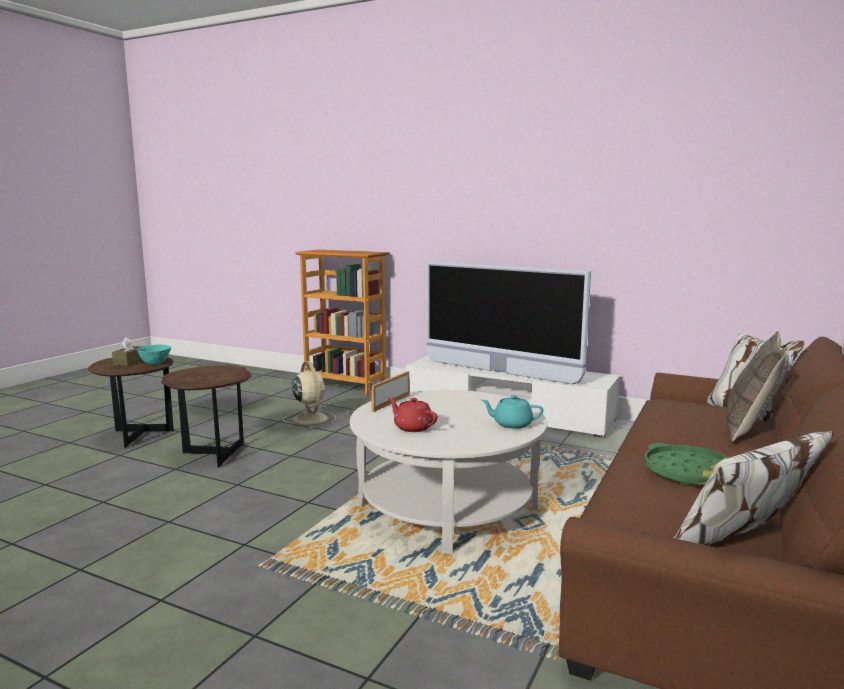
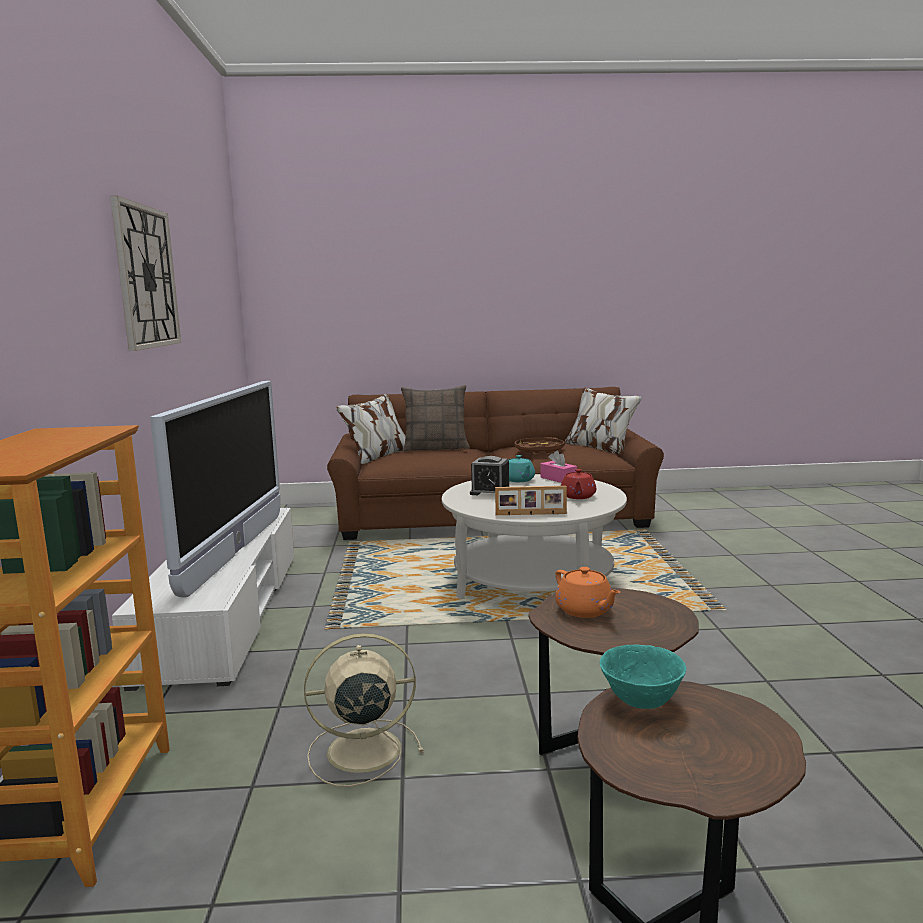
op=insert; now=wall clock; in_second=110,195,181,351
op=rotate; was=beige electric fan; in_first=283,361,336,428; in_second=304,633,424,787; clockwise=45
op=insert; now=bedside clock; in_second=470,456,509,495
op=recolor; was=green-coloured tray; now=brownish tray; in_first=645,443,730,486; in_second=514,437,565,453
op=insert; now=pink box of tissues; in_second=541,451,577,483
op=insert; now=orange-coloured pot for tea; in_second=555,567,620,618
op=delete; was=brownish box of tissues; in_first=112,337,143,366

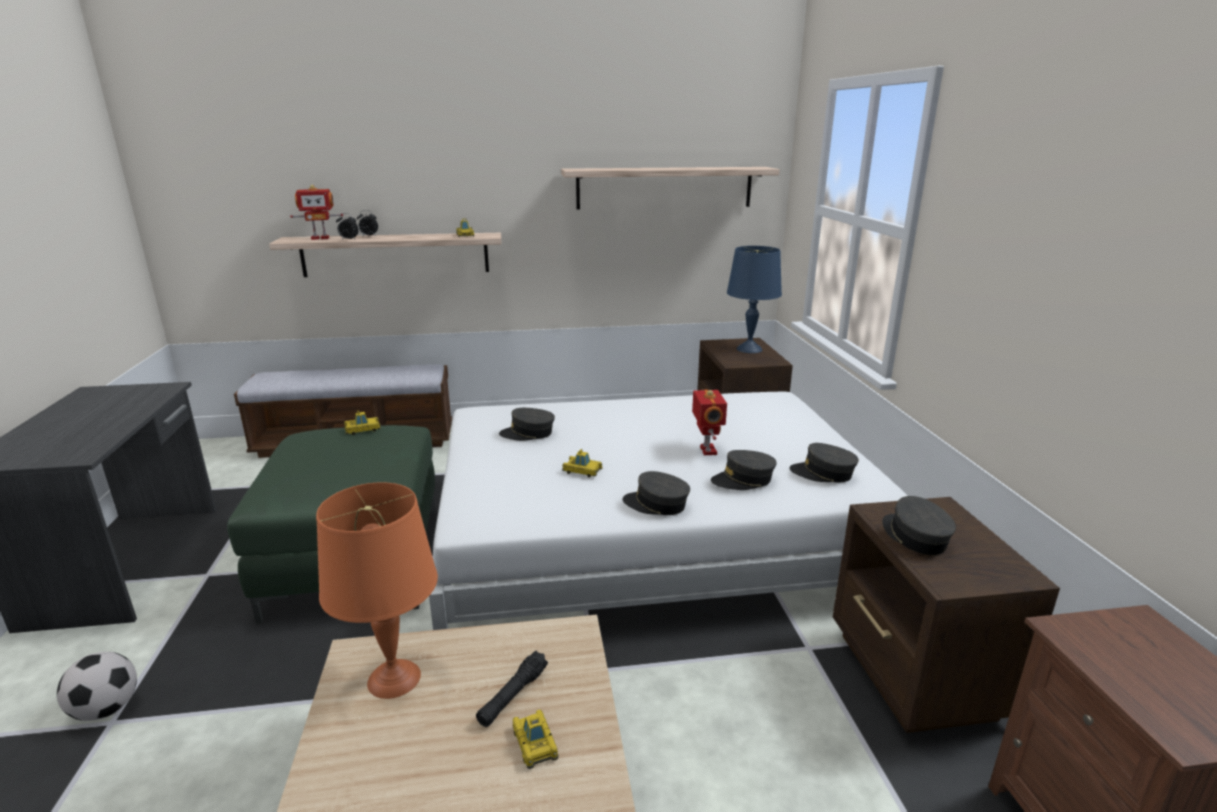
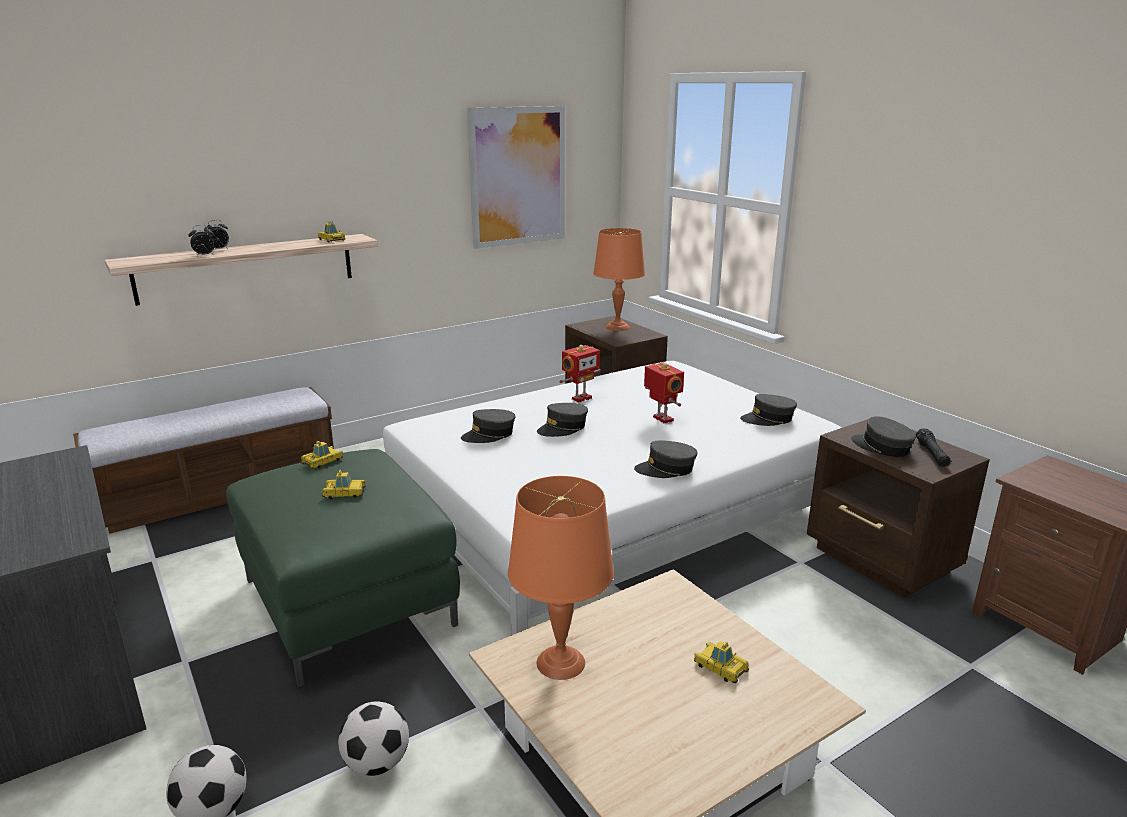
op=move; was=miniature car; in_first=562,449,603,478; in_second=322,470,366,499
op=insert; now=ball for football; in_second=338,701,409,776
op=replace; was=shelf; now=wall picture; in_first=561,167,780,210; in_second=467,106,565,249
op=move; was=greyish peaked cap; in_first=711,450,777,490; in_second=537,403,588,437
op=move; was=toy robot; in_first=290,185,343,240; in_second=559,345,601,402
op=recolor; was=bluish lamp for a table; now=orange-coloured lamp for a table; in_first=727,246,782,353; in_second=593,228,645,331
op=move; was=black flashlight; in_first=476,651,548,727; in_second=916,428,951,467

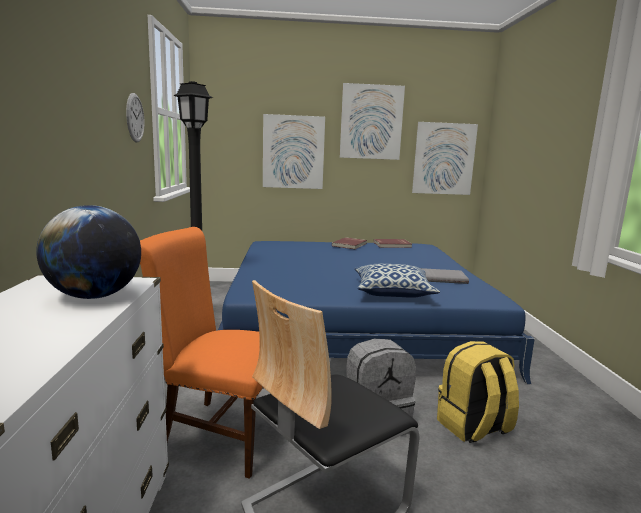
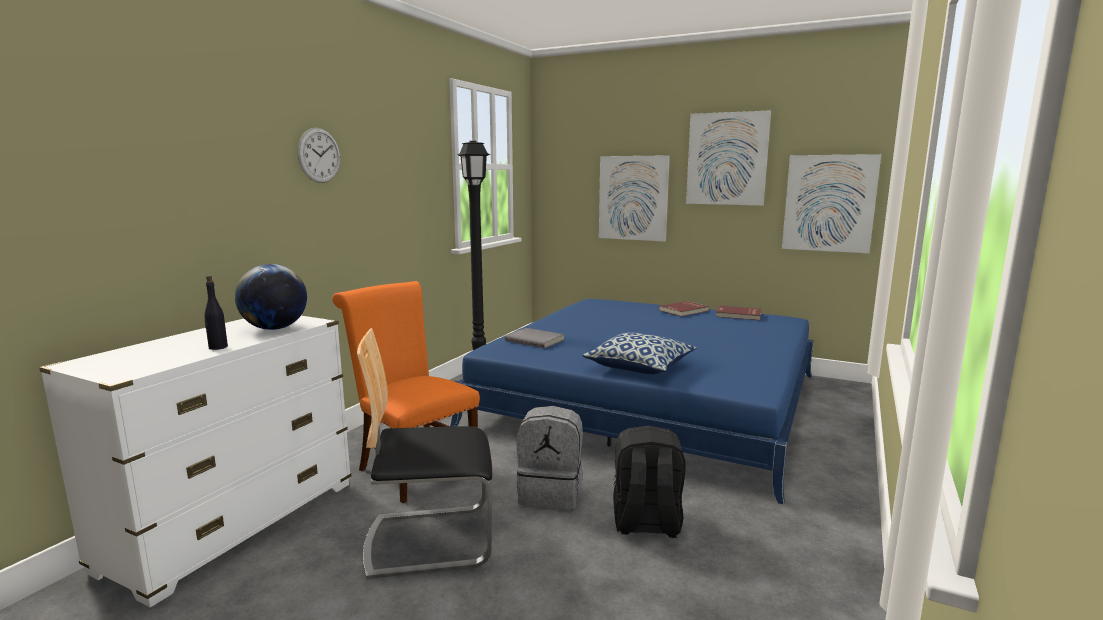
op=insert; now=black beverage bottle; in_second=204,276,228,350
op=move; was=wall clock; in_first=126,93,144,143; in_second=298,128,340,183
op=move; was=greyish book; in_first=420,268,469,284; in_second=505,328,565,348
op=recolor; was=yellowish knapsack; now=black knapsack; in_first=437,341,519,443; in_second=613,426,685,538

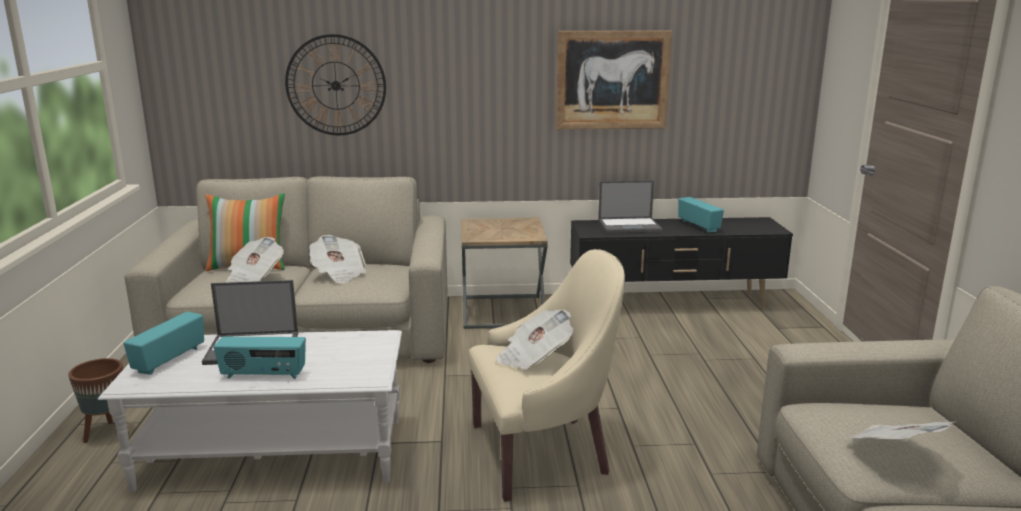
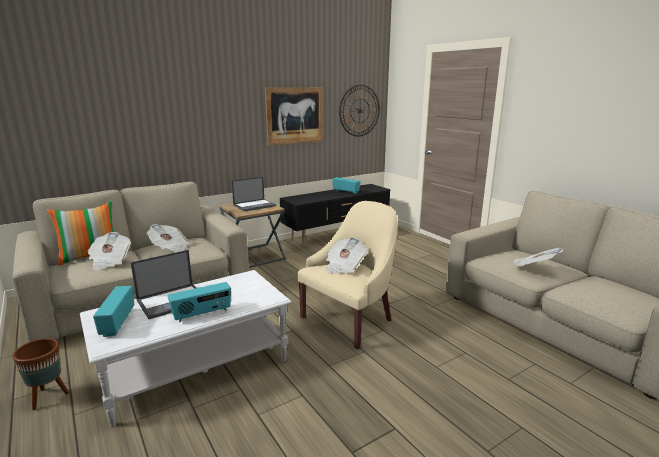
op=move; was=notebook computer; in_first=598,180,663,233; in_second=231,177,276,212
op=move; was=wall clock; in_first=285,34,386,135; in_second=339,85,380,137

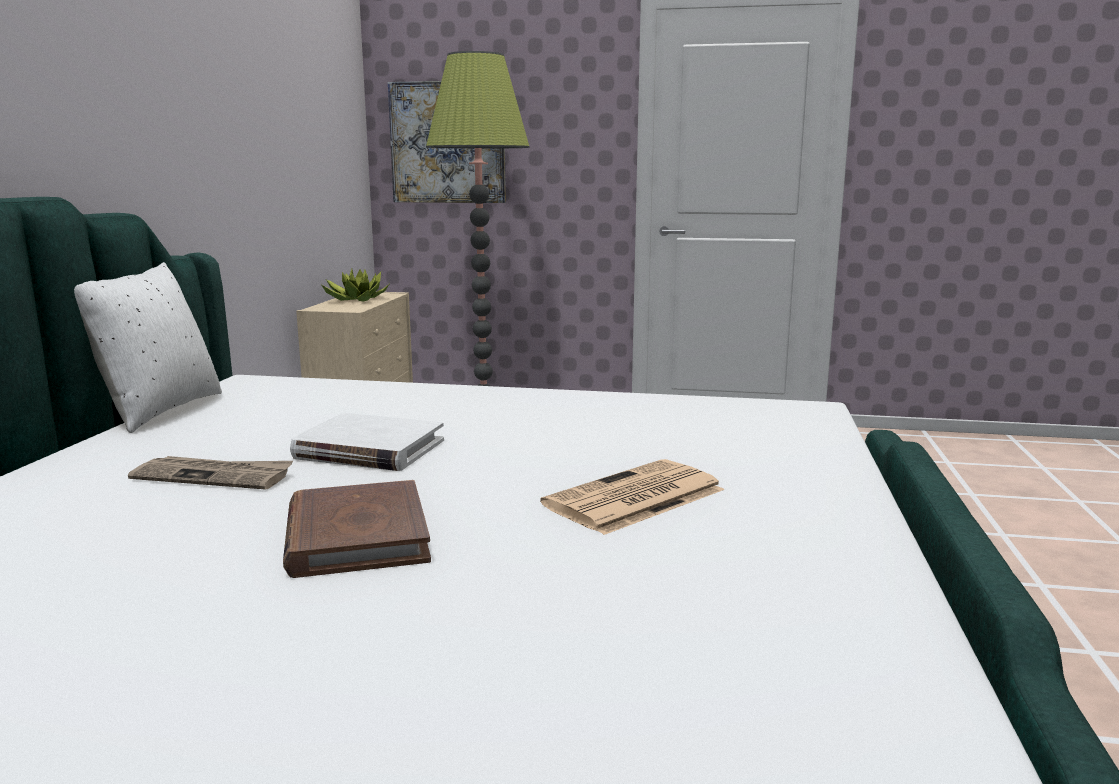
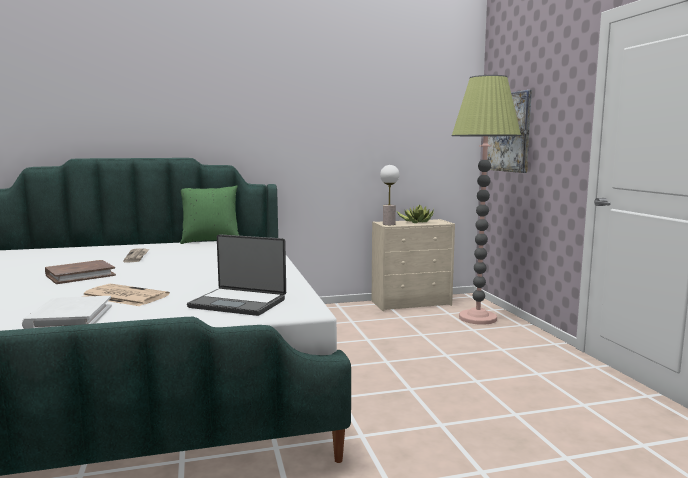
op=move; was=white-coloured book; in_first=290,413,444,471; in_second=22,296,112,329
op=recolor; was=white-coloured throw pillow; now=green-coloured throw pillow; in_first=74,262,222,433; in_second=180,185,239,244
op=insert; now=notebook computer; in_second=187,234,286,316
op=insert; now=lamp for a table; in_second=380,165,399,225

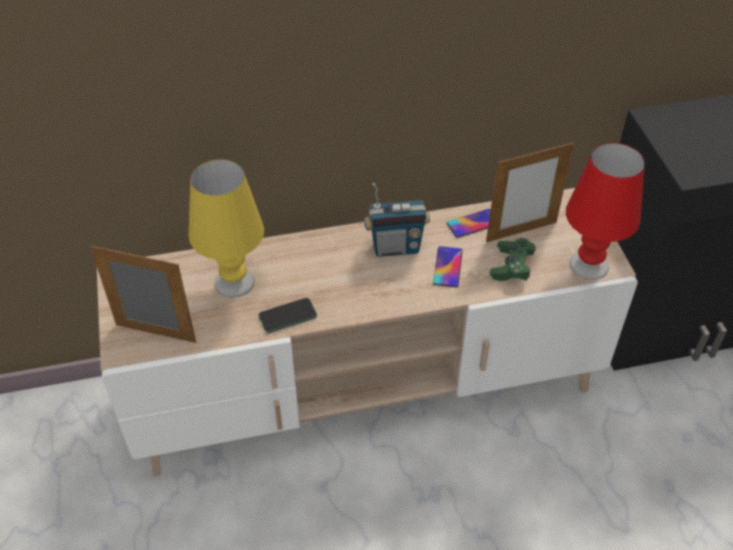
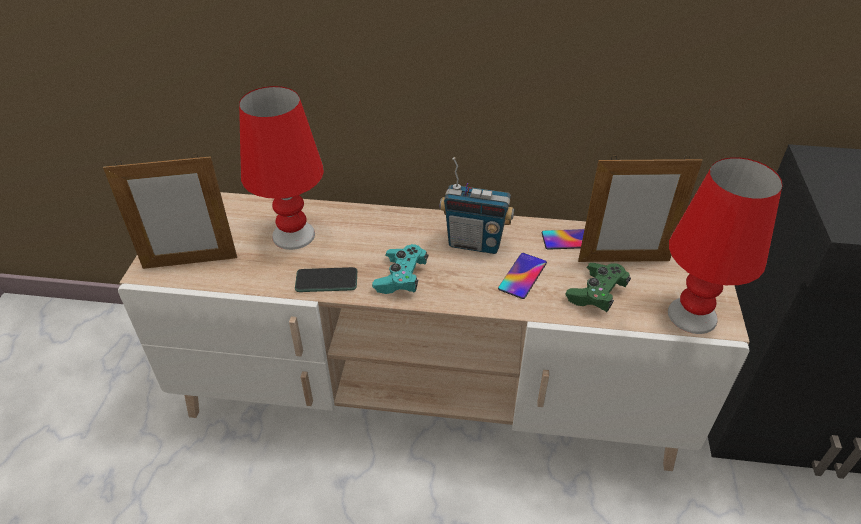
op=rotate; was=photo frame; in_first=90,246,196,343; in_second=103,154,237,269; clockwise=135
op=recolor; was=yellowish lamp for a table; now=reddish lamp for a table; in_first=189,159,264,298; in_second=239,86,324,250
op=insert; now=blue-green gamepad; in_second=372,244,429,294

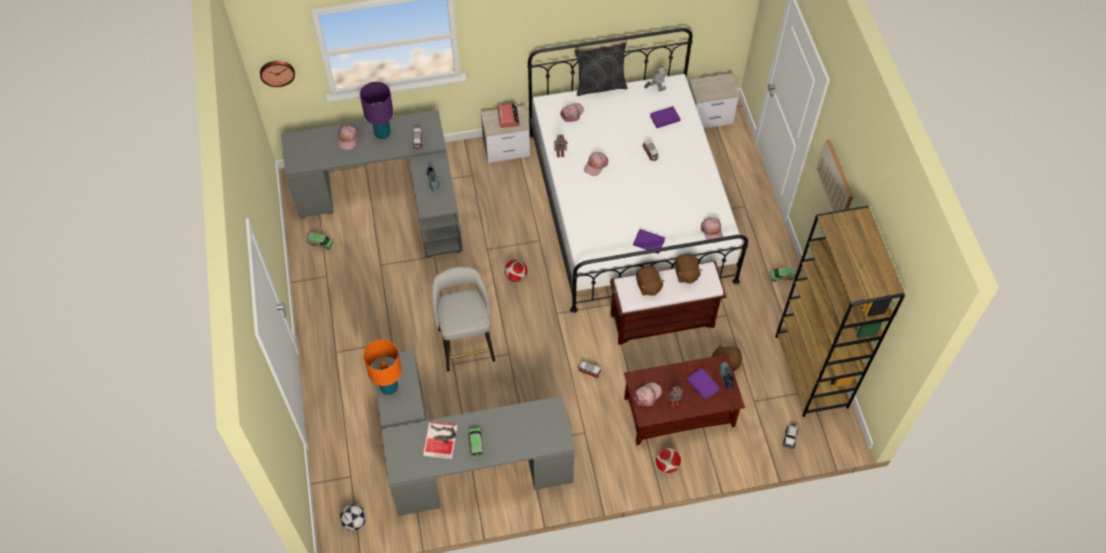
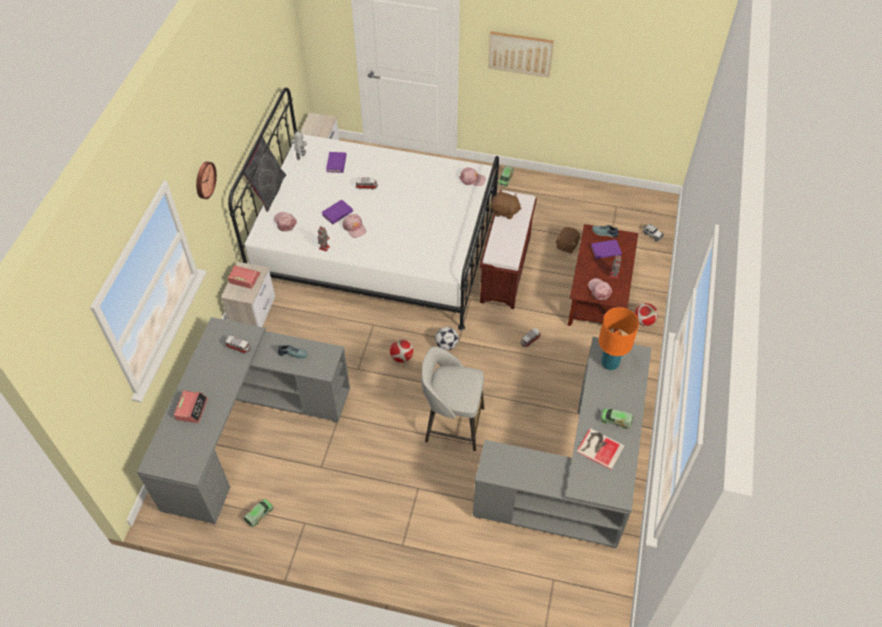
op=replace; was=pink peaked cap; now=bedside clock; in_first=338,126,358,150; in_second=174,391,208,423
op=move; was=wall clock; in_first=260,61,295,87; in_second=196,162,217,199
op=move; was=purple-coloured book; in_first=633,229,665,254; in_second=321,200,353,224
op=move; was=ball for football; in_first=340,504,366,531; in_second=435,327,459,350
op=move; was=orange-coloured lamp for a table; in_first=363,340,402,395; in_second=599,307,639,370
op=delete; was=purple-coloured lamp for a table; in_first=360,82,394,139
op=delete; was=brownish cuddly toy; in_first=636,266,665,296
op=delete; was=brownish shelving unit; in_first=775,206,905,417

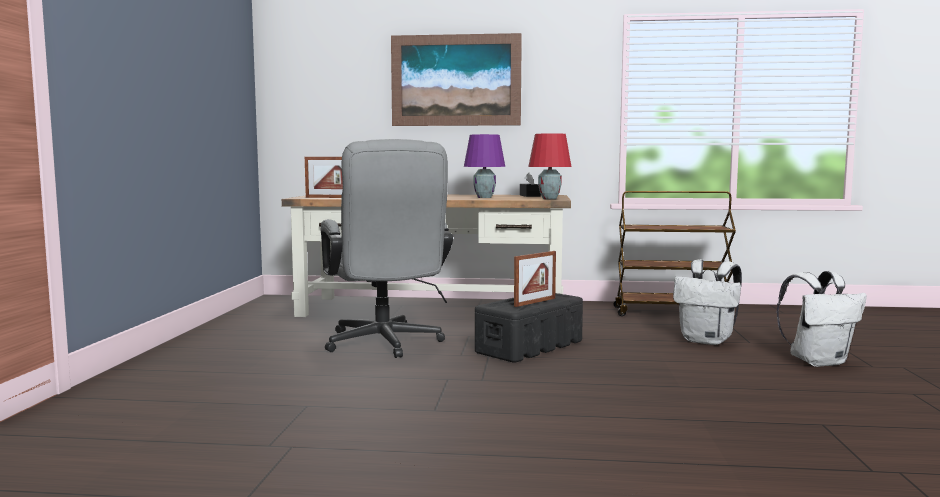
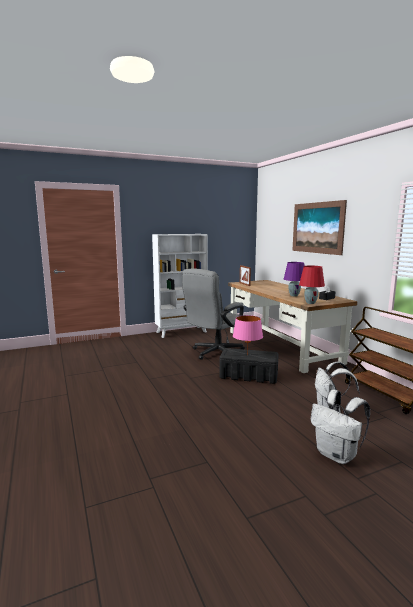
op=insert; now=white-coloured shelving unit; in_second=152,234,208,338
op=replace; was=photo frame; now=pink lamp for a table; in_first=514,251,556,307; in_second=233,315,263,355

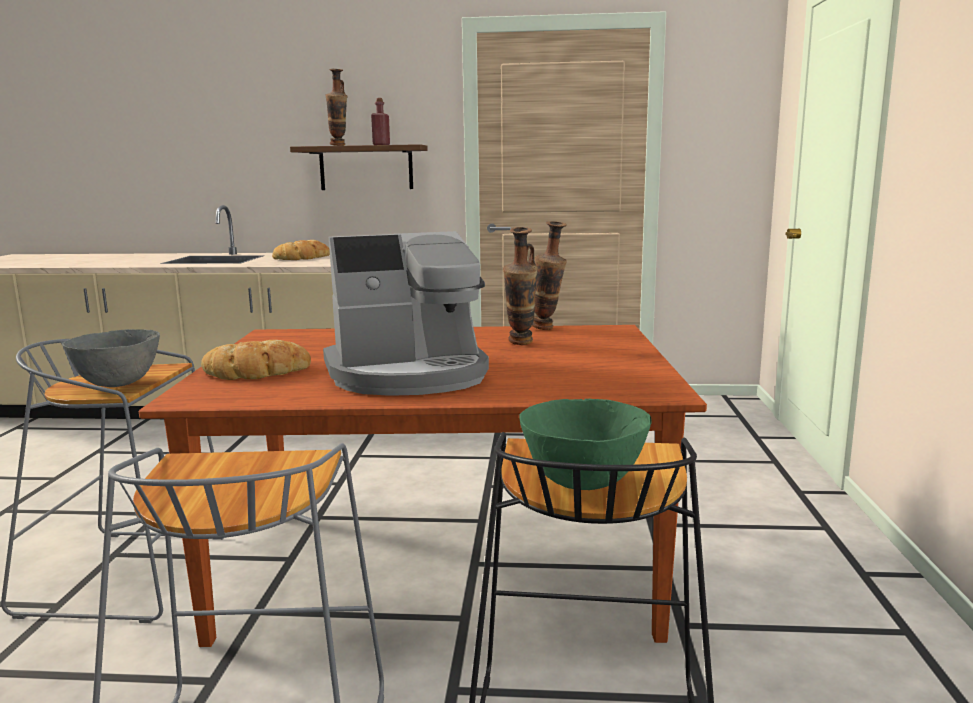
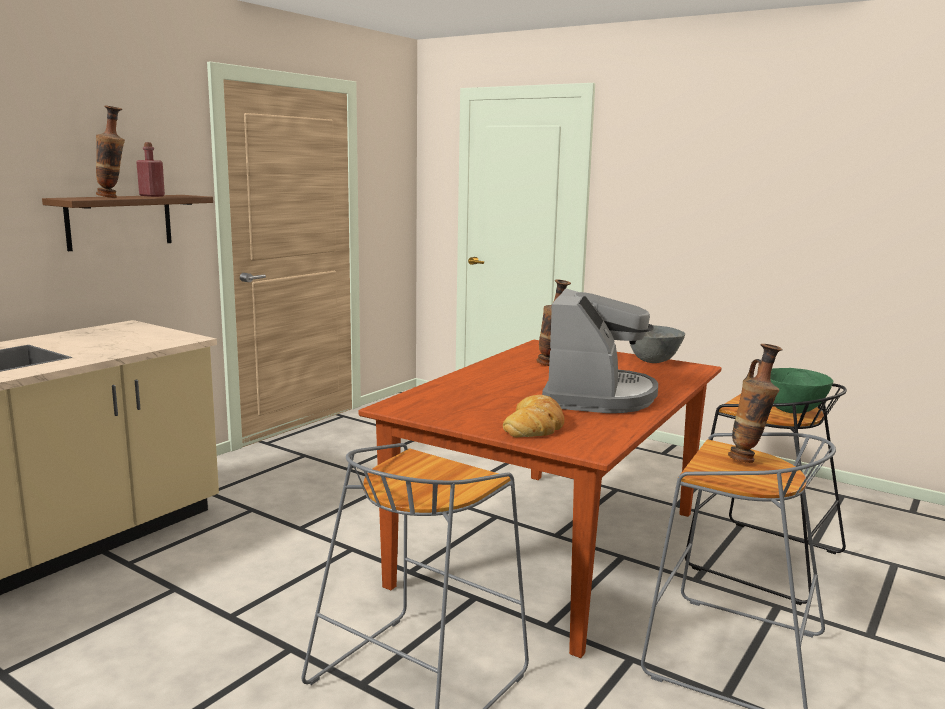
op=move; was=greyish bowl; in_first=62,329,160,387; in_second=630,325,685,363
op=move; was=flower vase; in_first=532,221,567,330; in_second=728,344,783,463
op=delete; was=bakery bread; in_first=272,240,330,260

